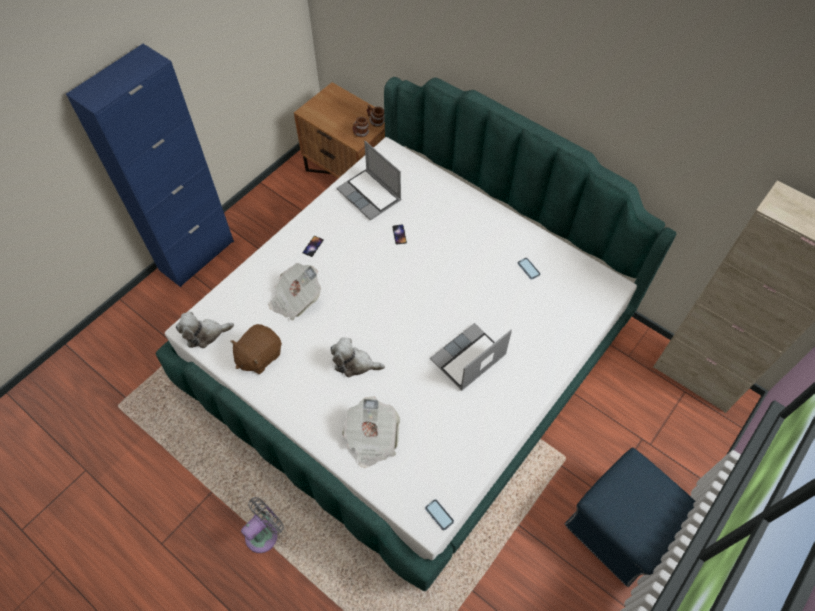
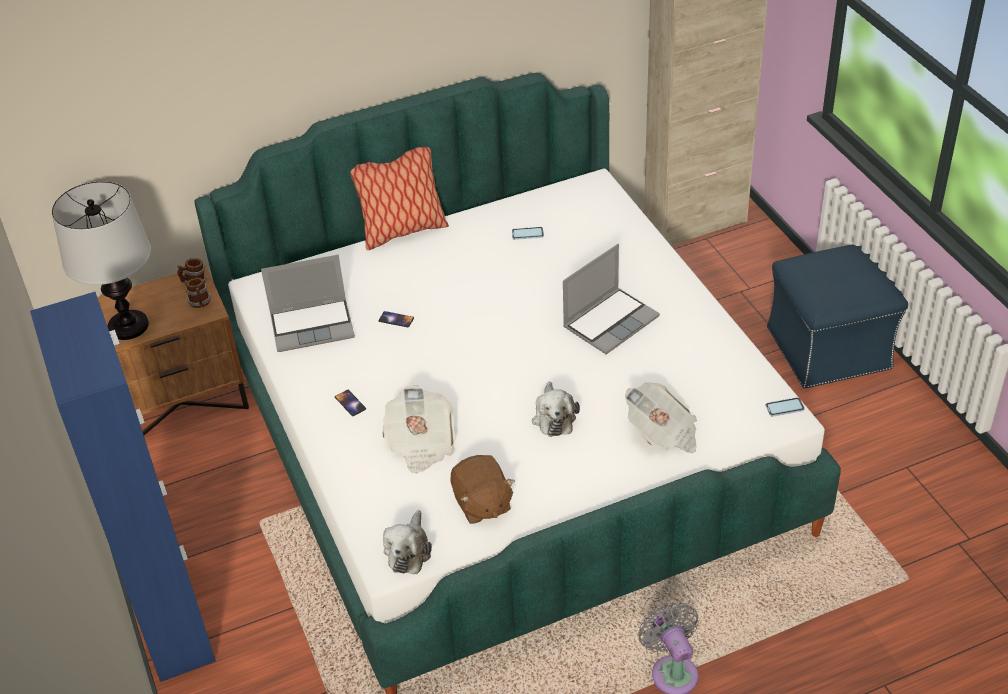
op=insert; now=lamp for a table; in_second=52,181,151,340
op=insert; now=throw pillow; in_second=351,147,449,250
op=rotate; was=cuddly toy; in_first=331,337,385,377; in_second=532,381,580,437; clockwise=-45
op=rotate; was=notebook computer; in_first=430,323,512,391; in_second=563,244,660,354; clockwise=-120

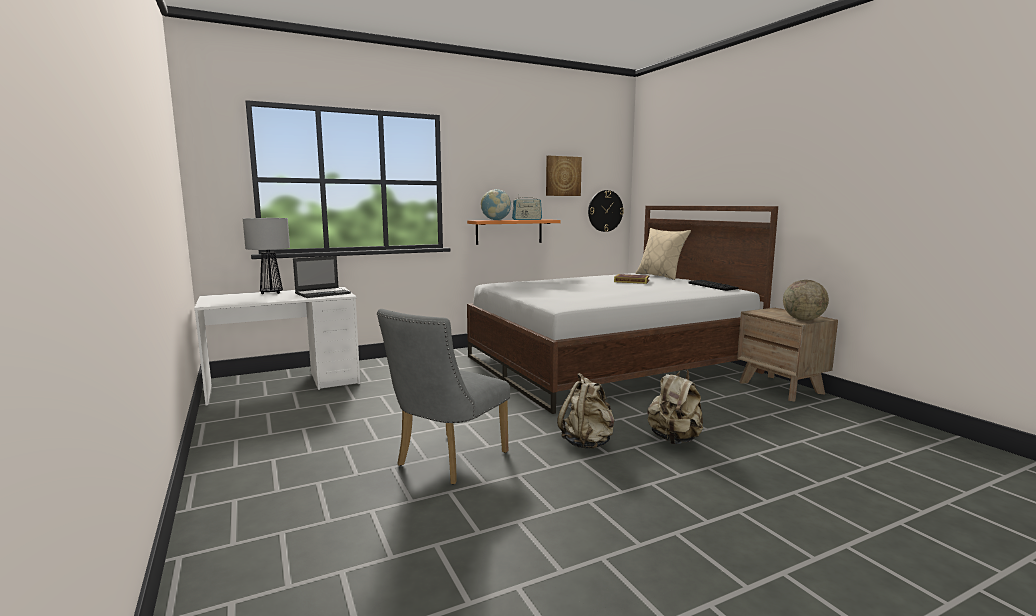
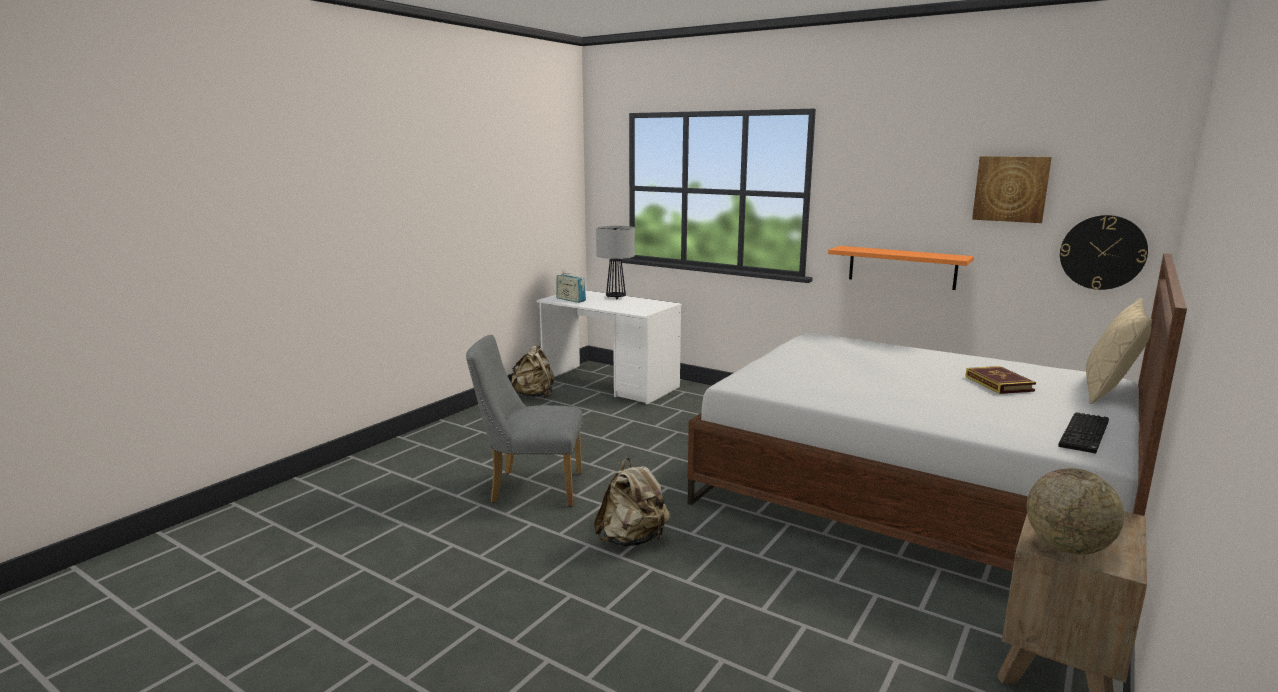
op=move; was=beige knapsack; in_first=647,369,703,444; in_second=511,345,554,399
op=move; was=radio; in_first=512,197,542,220; in_second=556,273,586,303
op=delete; was=notebook computer; in_first=293,256,351,298
op=delete; was=world globe; in_first=481,189,511,220

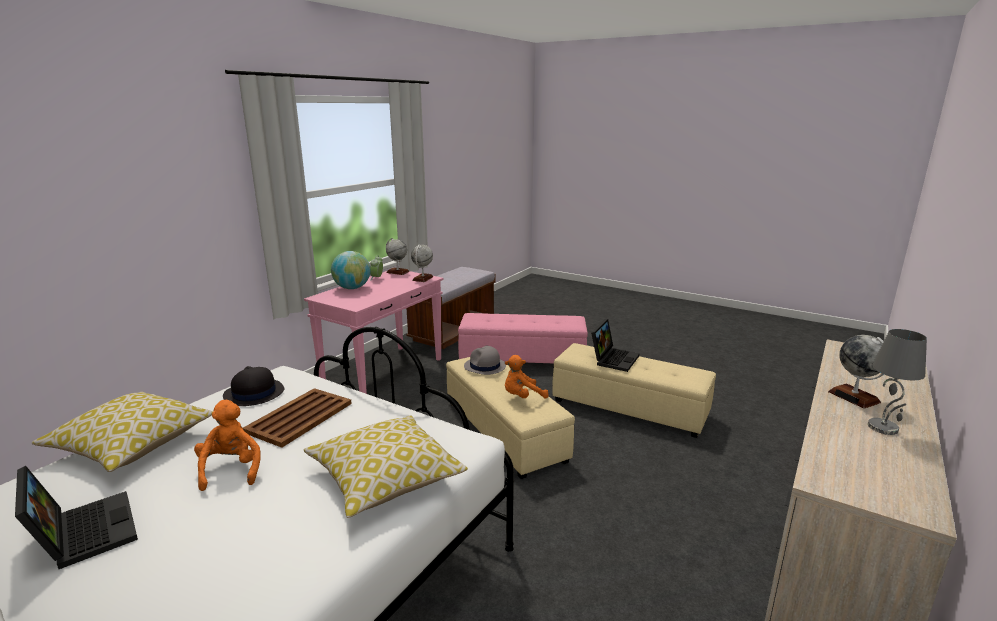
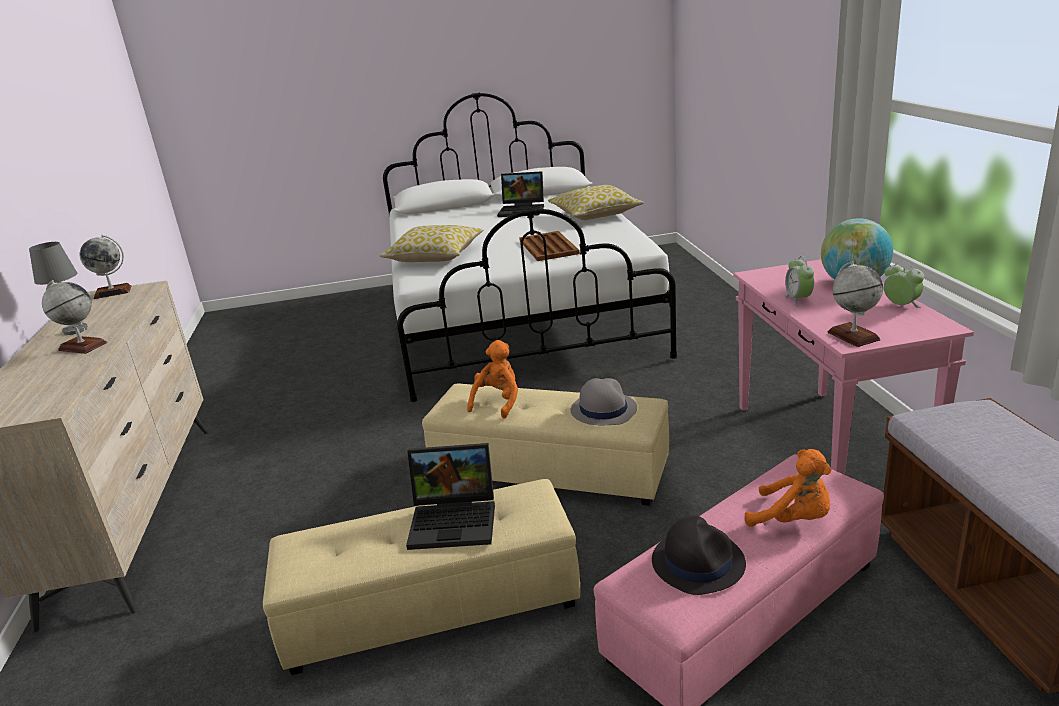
op=move; was=world globe; in_first=386,238,410,275; in_second=80,235,131,299
op=rotate; was=notebook computer; in_first=591,319,639,372; in_second=406,443,495,550; clockwise=-75
op=move; was=black wearable hat; in_first=223,366,284,406; in_second=652,516,746,595
op=move; was=orange-coloured cuddly toy; in_first=194,400,261,491; in_second=745,449,831,527
op=insert; now=bedside clock; in_second=784,256,814,307

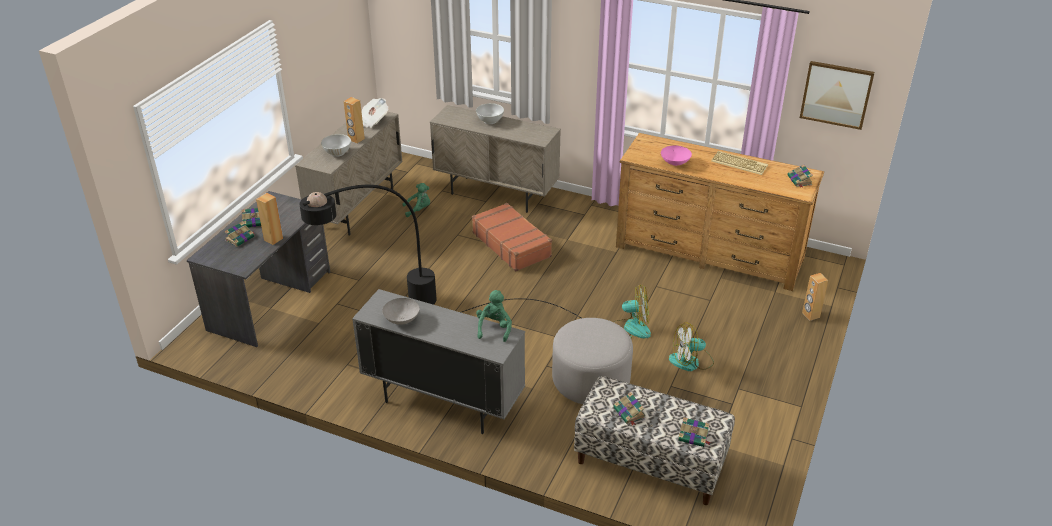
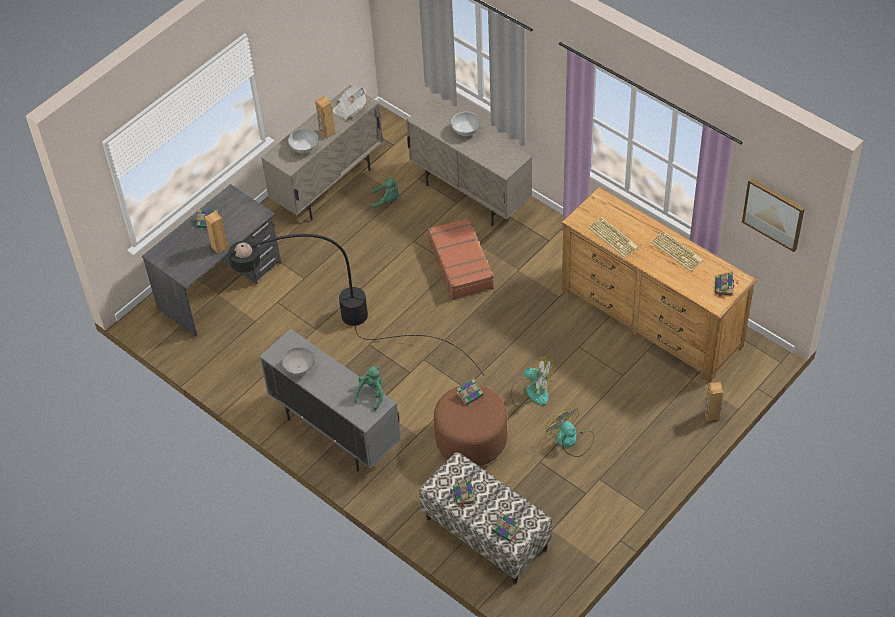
op=recolor; was=greyish ottoman; now=brownish ottoman; in_first=552,318,633,404; in_second=434,386,507,466
op=move; was=book; in_first=224,222,255,247; in_second=456,379,485,405
op=rotate; was=electric fan; in_first=669,322,714,371; in_second=545,406,594,457; clockwise=45
op=replace; was=pink bowl; now=PC keyboard; in_first=661,145,692,166; in_second=588,217,638,258

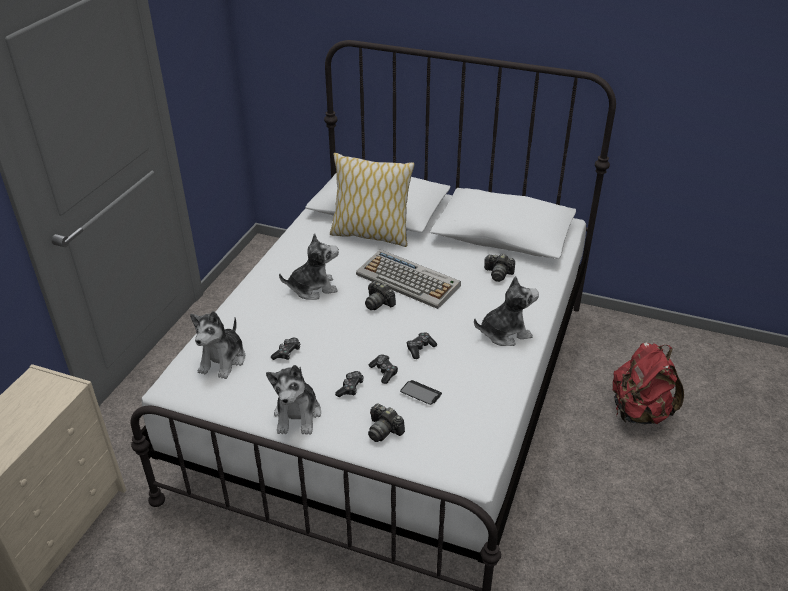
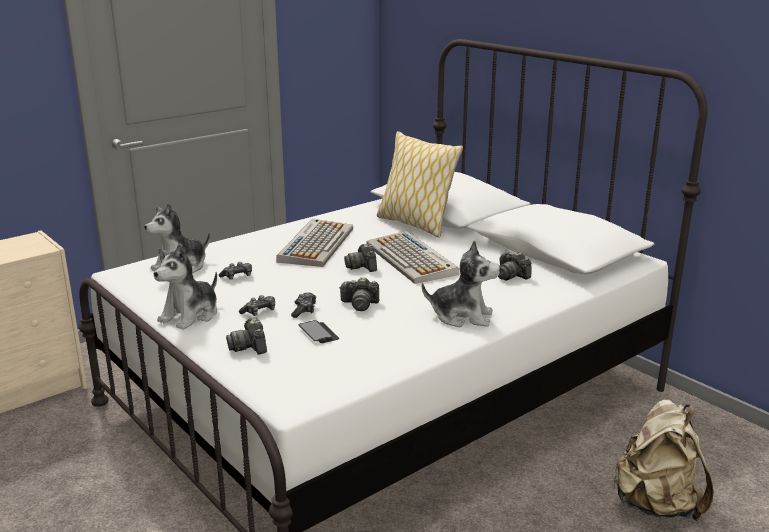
op=replace; was=cuddly toy; now=PC keyboard; in_first=279,233,339,300; in_second=276,219,353,267
op=replace; was=gamepad; now=still camera; in_first=407,332,437,359; in_second=339,277,379,311
op=recolor; was=reddish knapsack; now=beige knapsack; in_first=613,343,684,424; in_second=612,400,714,521

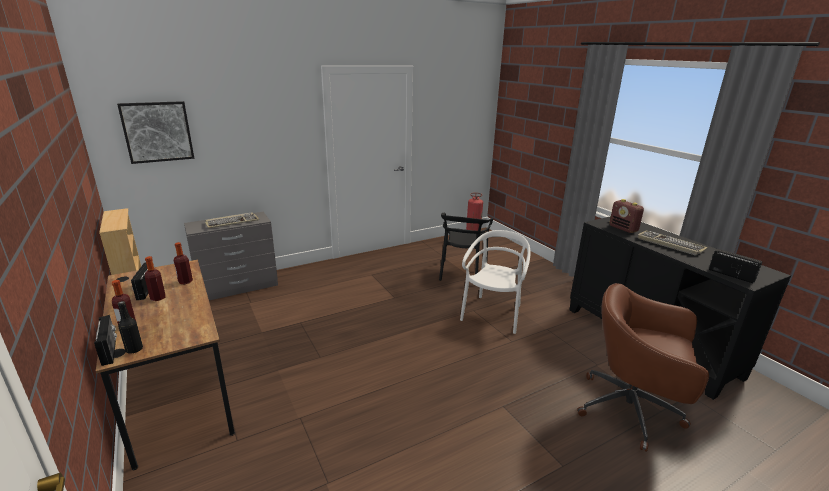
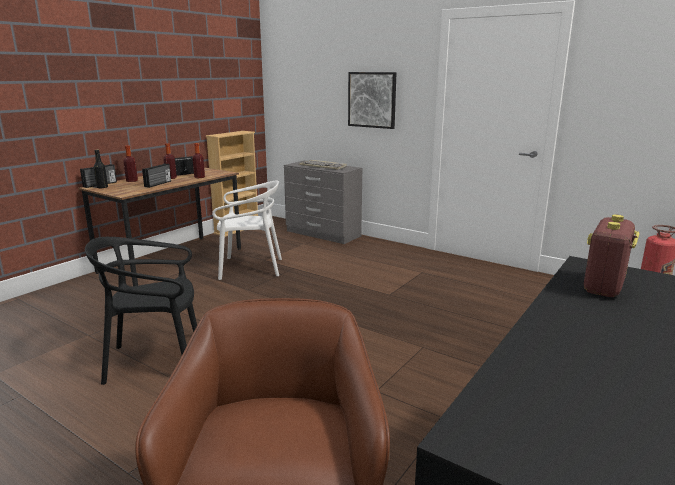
op=move; was=black upright chair; in_first=439,213,493,286; in_second=85,237,197,385
op=move; was=radio; in_first=709,249,762,283; in_second=142,164,171,188
op=move; was=white-coloured upright chair; in_first=460,230,531,334; in_second=212,181,282,280
op=move; was=wall picture; in_first=117,101,194,164; in_second=348,72,397,129
op=delete; was=PC keyboard; in_first=638,231,708,256

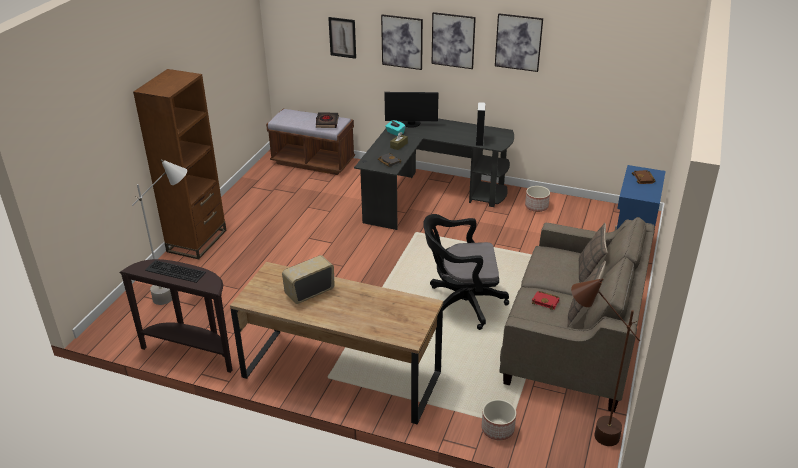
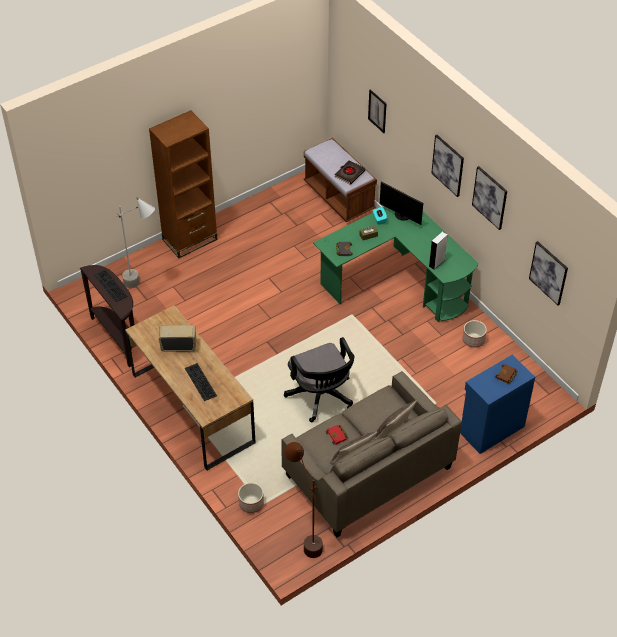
op=insert; now=PC keyboard; in_second=185,363,217,401
op=rotate; was=black office chair; in_first=423,214,509,330; in_second=284,337,355,422; clockwise=-150
op=recolor; was=black desk unit; now=green-coloured desk unit; in_first=354,119,514,230; in_second=313,207,479,322
op=move; was=wall picture; in_first=381,14,423,70; in_second=529,241,568,305

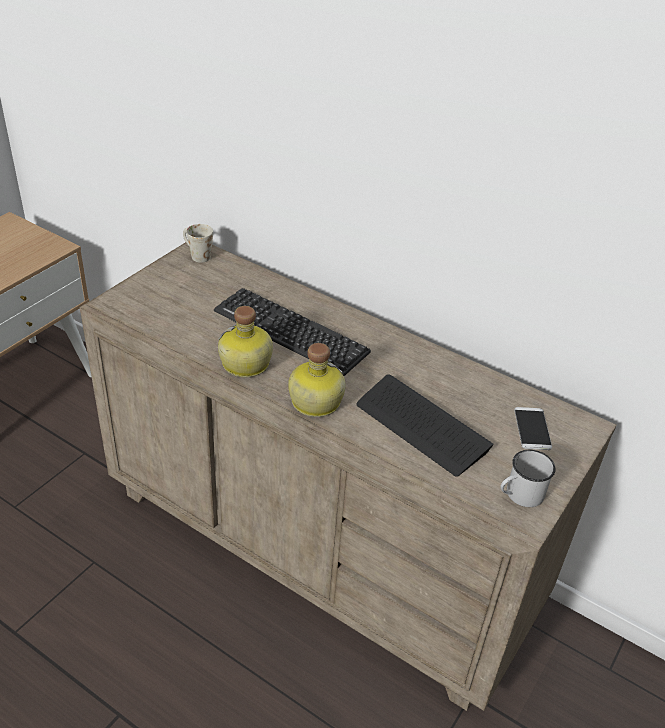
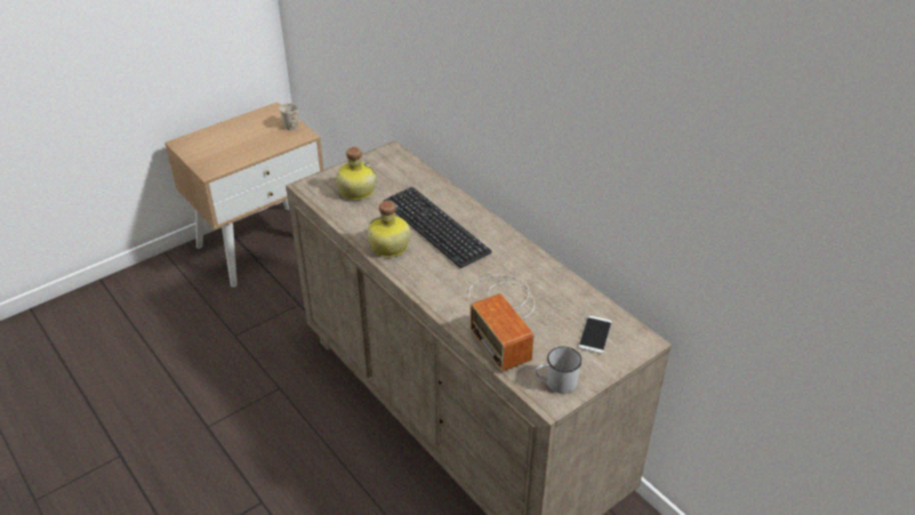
op=move; was=white-coloured tea mug; in_first=183,224,213,263; in_second=279,103,298,130
op=move; was=beverage bottle; in_first=288,343,346,417; in_second=336,147,376,200
op=replace; was=PC keyboard; now=radio; in_first=357,374,494,477; in_second=469,275,535,372

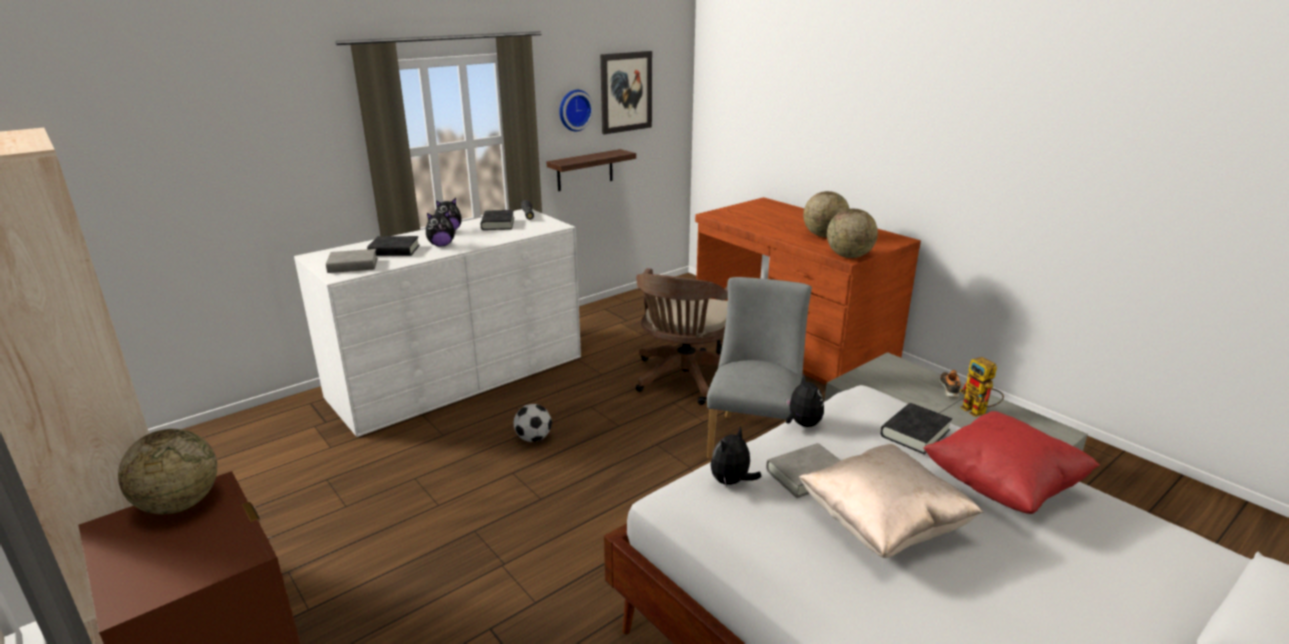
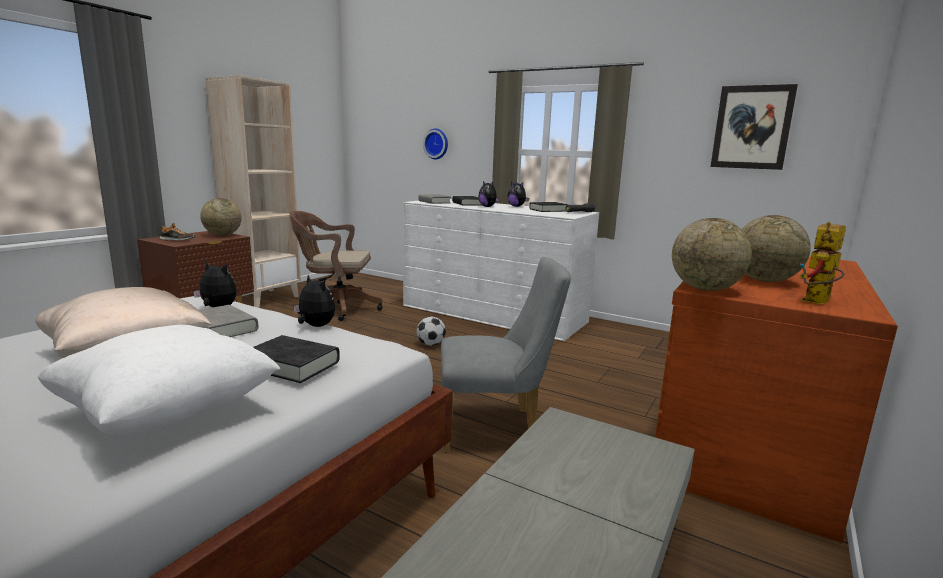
op=recolor; was=reddish throw pillow; now=white-coloured throw pillow; in_first=923,411,1100,514; in_second=38,325,280,435
op=move; was=item of footwear; in_first=939,370,961,398; in_second=159,223,195,241
op=move; was=brownish office chair; in_first=636,268,728,405; in_second=289,211,383,321
op=rotate; was=cuddly toy; in_first=786,375,824,427; in_second=294,275,335,327; clockwise=-105
op=move; was=wall clock; in_first=559,90,594,131; in_second=423,128,448,159
op=move; was=toy robot; in_first=960,357,1004,417; in_second=800,222,846,305
op=delete; was=shelf; in_first=547,149,636,191

